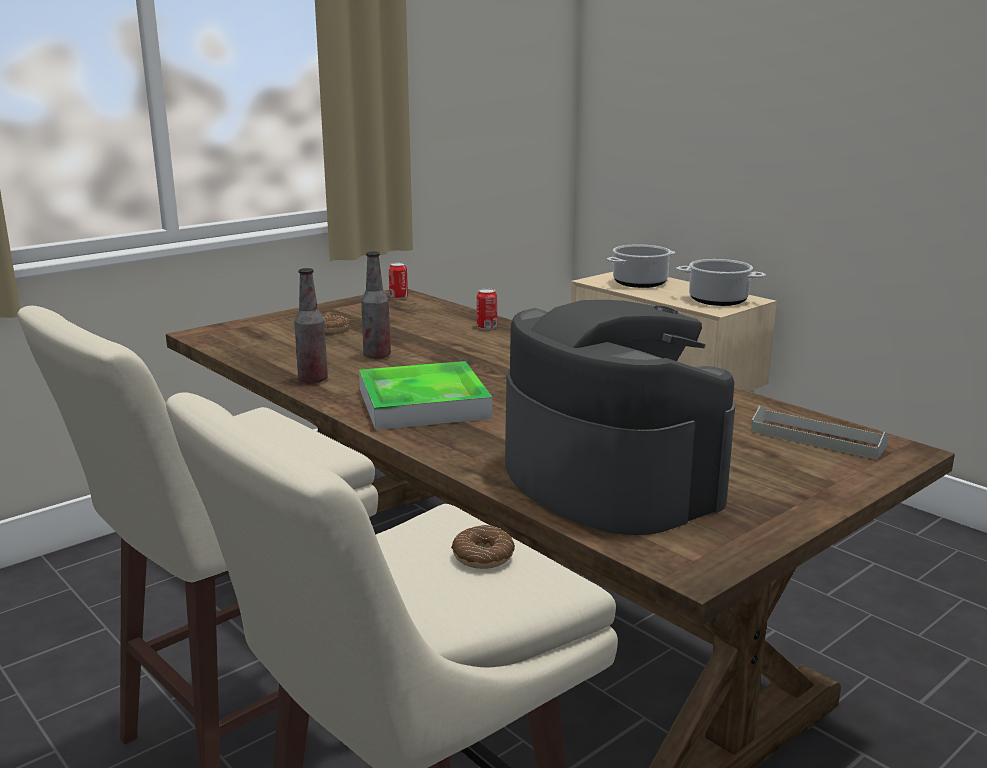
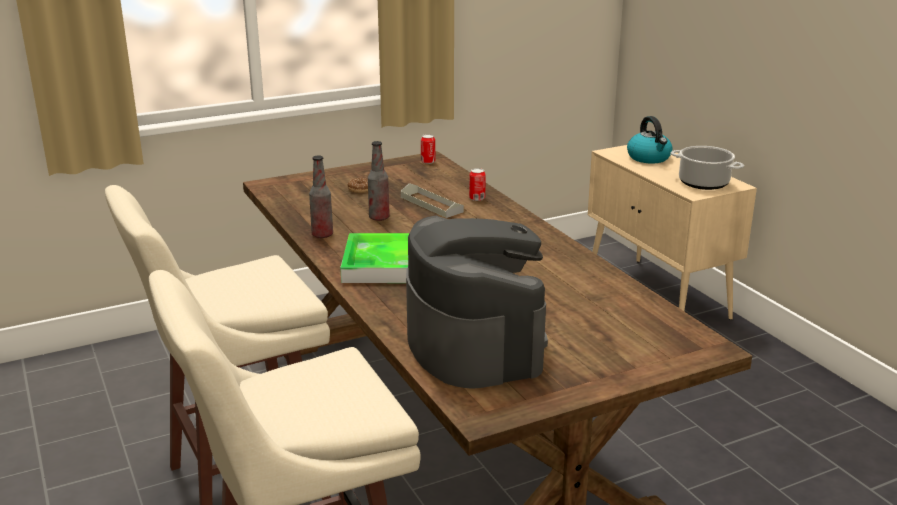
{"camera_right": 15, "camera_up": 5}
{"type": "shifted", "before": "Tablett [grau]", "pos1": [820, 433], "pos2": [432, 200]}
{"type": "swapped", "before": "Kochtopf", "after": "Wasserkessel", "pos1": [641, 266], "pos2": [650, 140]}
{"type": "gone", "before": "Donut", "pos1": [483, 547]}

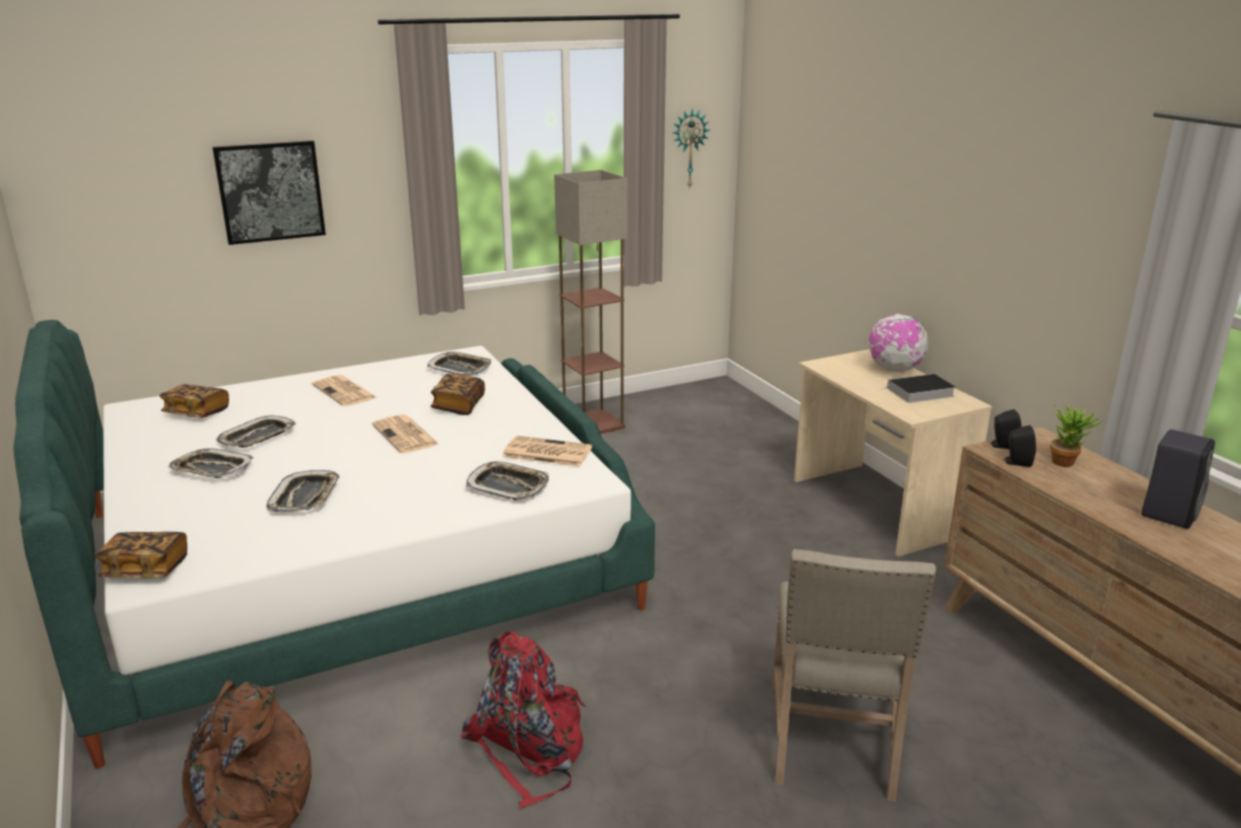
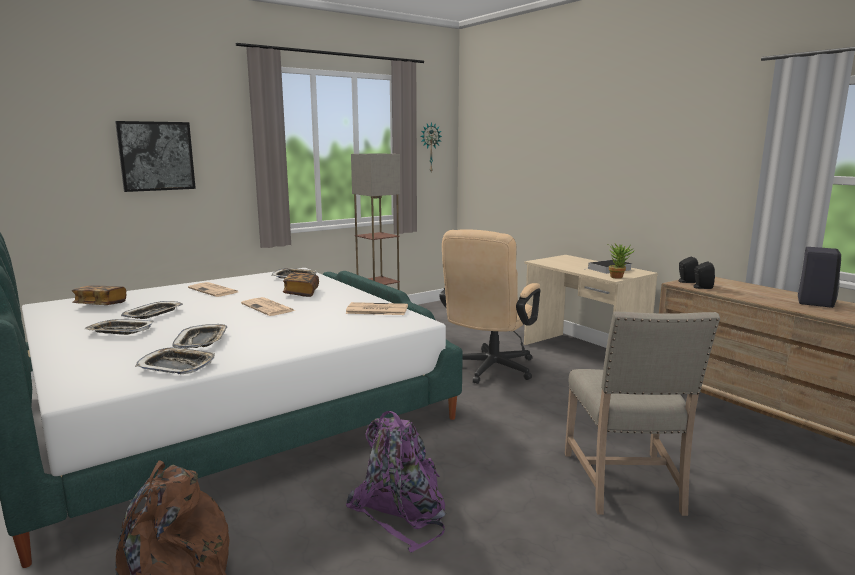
{"camera_right": -10, "camera_up": -10}
{"type": "shifted", "before": "Tablett", "pos1": [507, 481], "pos2": [175, 361]}
{"type": "repainted", "before": "Rucksack [rot]", "after": "Rucksack [lila]", "pos1": [523, 720], "pos2": [396, 481]}
{"type": "new", "after": "Bürostuhl [beige]", "pos2": [489, 306]}
{"type": "shifted", "before": "Topfpflanze", "pos1": [1076, 435], "pos2": [621, 261]}
{"type": "gone", "before": "Buch", "pos1": [141, 555]}
{"type": "gone", "before": "Globus", "pos1": [898, 343]}

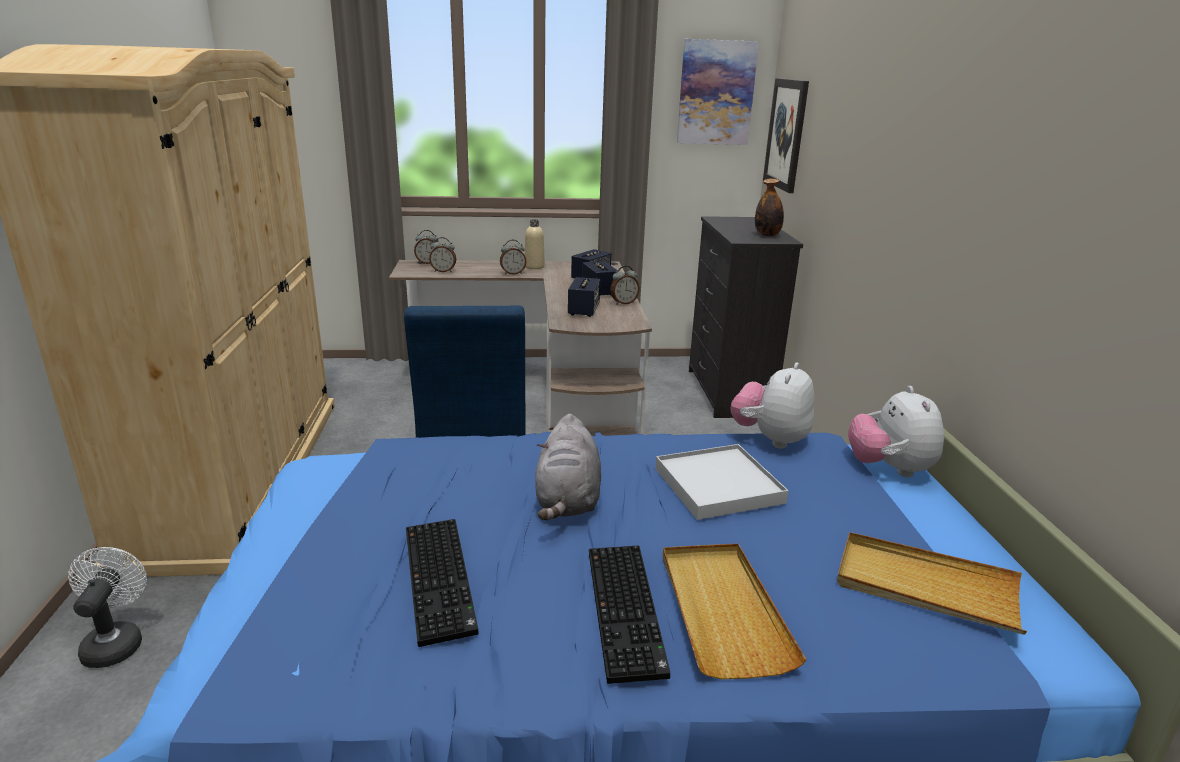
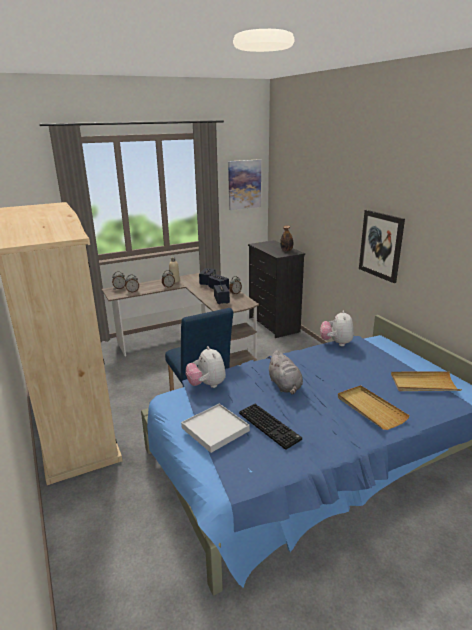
{"camera_right": -20, "camera_up": 0}
{"type": "shifted", "before": "Tablett [weiß]", "pos1": [722, 482], "pos2": [215, 428]}
{"type": "shifted", "before": "Plüschtier", "pos1": [896, 431], "pos2": [206, 367]}
{"type": "shifted", "before": "Bild", "pos1": [786, 135], "pos2": [382, 246]}
{"type": "gone", "before": "Ventilator [weiß]", "pos1": [107, 607]}
{"type": "gone", "before": "Tastatur", "pos1": [629, 615]}

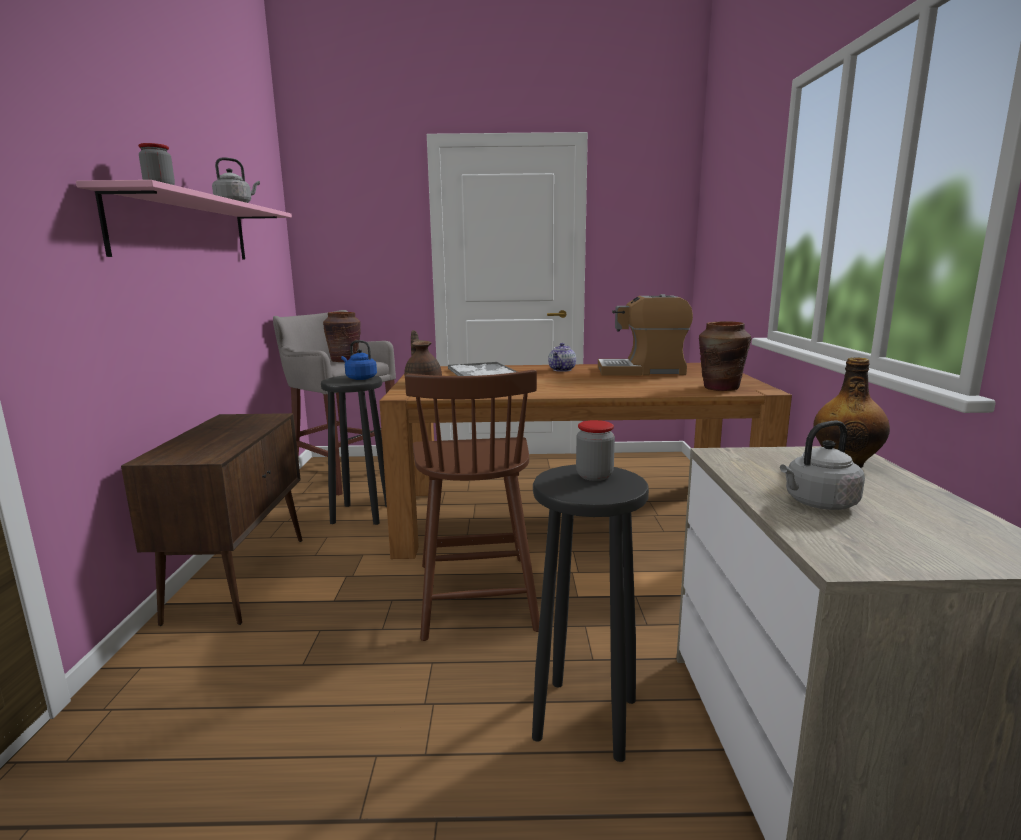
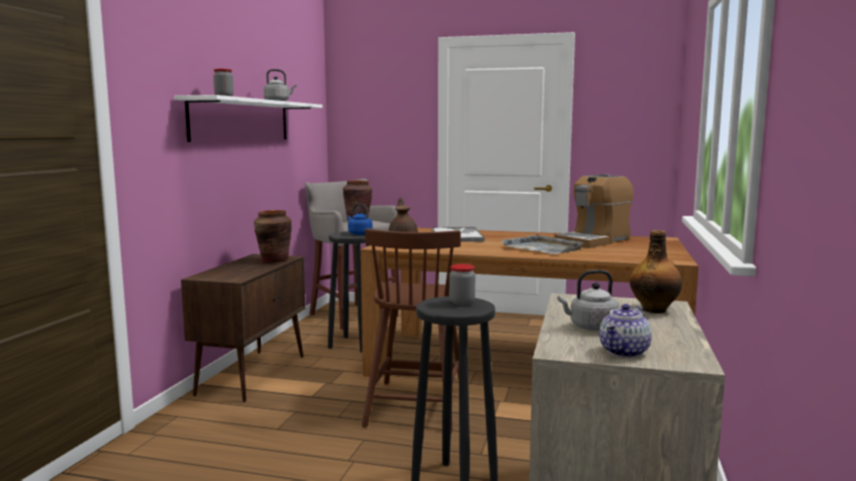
{"camera_right": 15, "camera_up": -5}
{"type": "repainted", "before": "Wandregal [rosa]", "after": "Wandregal [weiß]", "pos1": [184, 220], "pos2": [248, 118]}
{"type": "shifted", "before": "Vase [braun]", "pos1": [725, 356], "pos2": [273, 236]}
{"type": "new", "after": "Tablett [grau]", "pos2": [542, 244]}
{"type": "rotated", "before": "Kaffeemaschine", "pos1": [645, 335], "pos2": [594, 211], "turn": -60}
{"type": "shifted", "before": "Teekanne", "pos1": [562, 357], "pos2": [625, 331]}

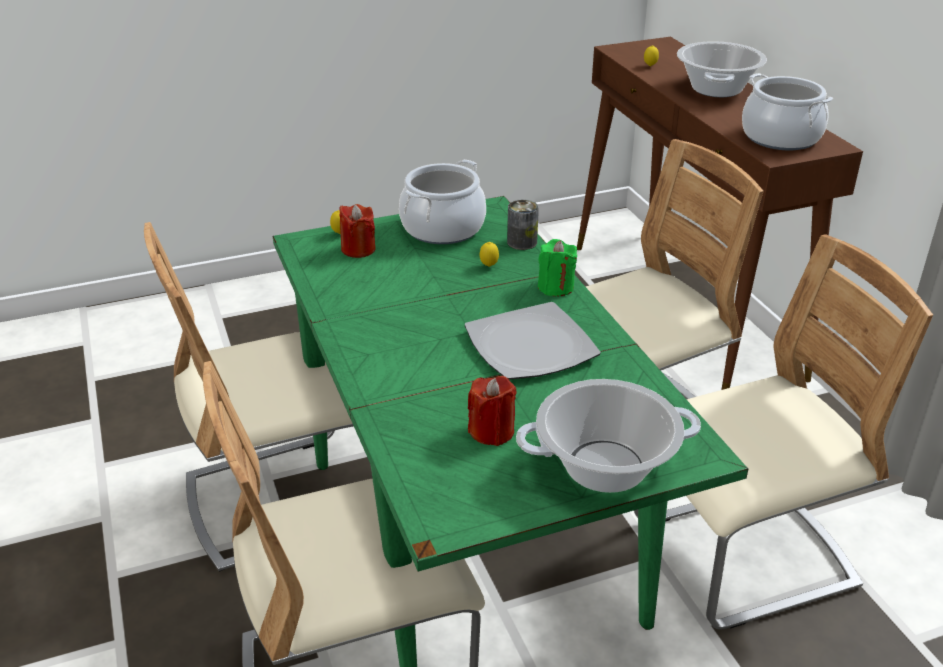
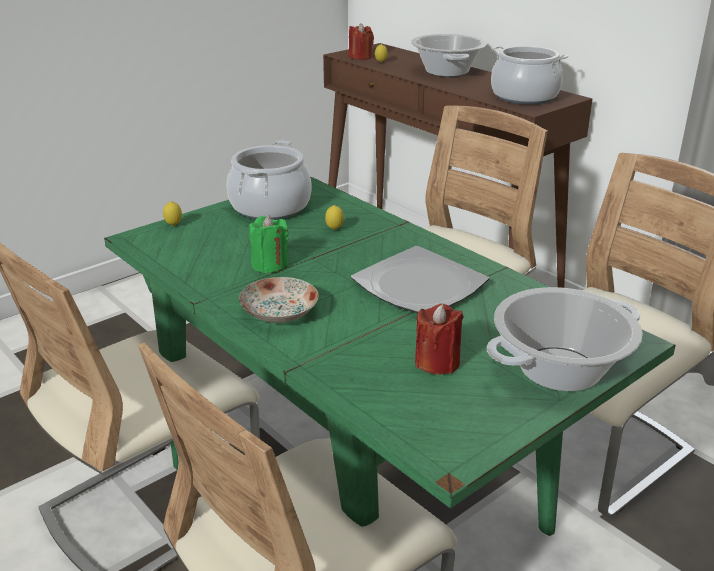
{"camera_right": -20, "camera_up": -5}
{"type": "new", "after": "Teller", "pos2": [279, 300]}
{"type": "shifted", "before": "Kerze [grün]", "pos1": [557, 267], "pos2": [269, 244]}
{"type": "shifted", "before": "Kerze [rot]", "pos1": [357, 231], "pos2": [361, 41]}
{"type": "gone", "before": "Dose", "pos1": [523, 224]}

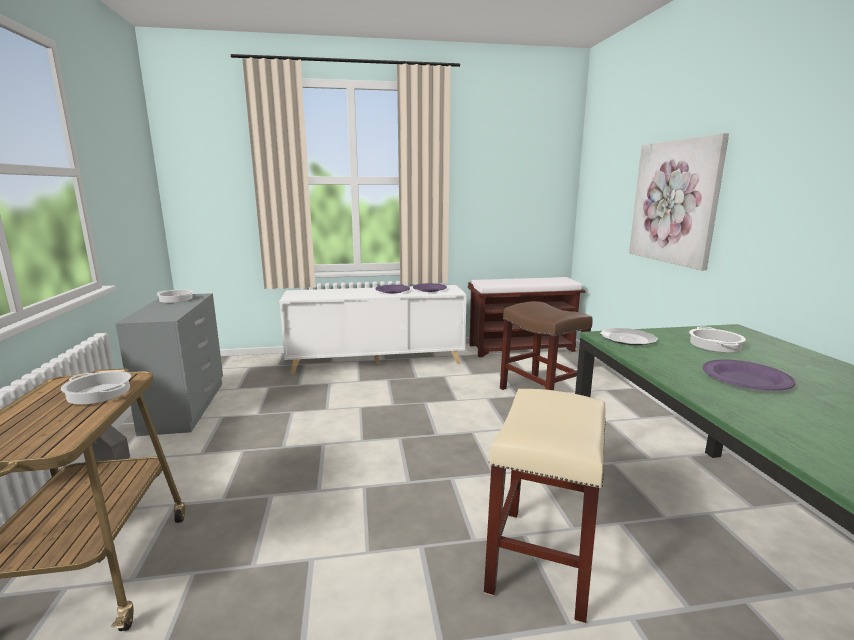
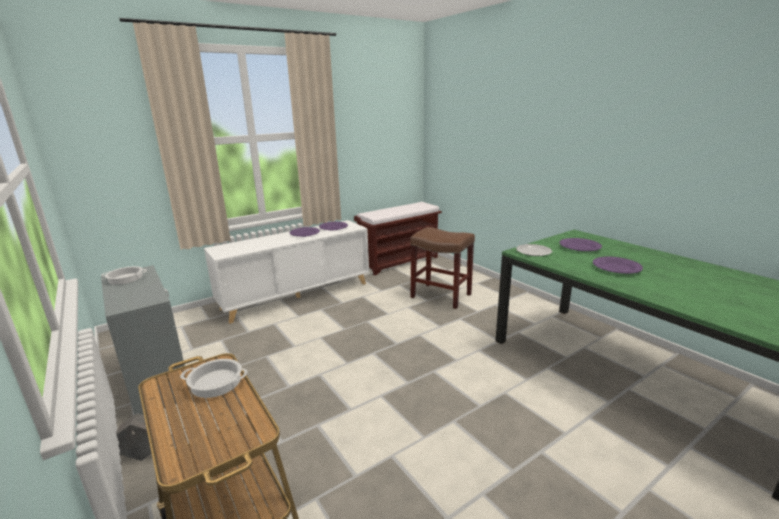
{"camera_right": -25, "camera_up": 5}
{"type": "swapped", "before": "Kochtopf", "after": "Teller [lila]", "pos1": [717, 339], "pos2": [580, 244]}
{"type": "gone", "before": "Hocker [beige]", "pos1": [545, 506]}
{"type": "gone", "before": "Bild", "pos1": [679, 201]}

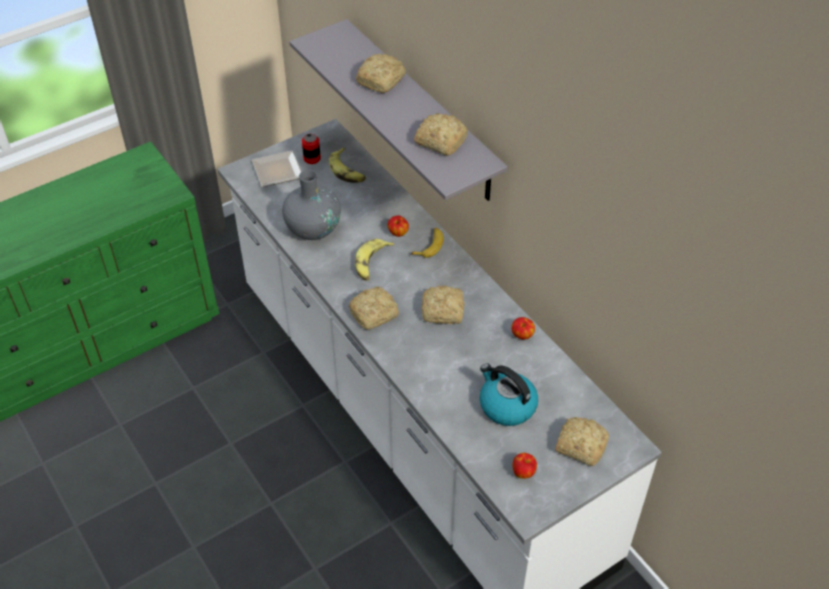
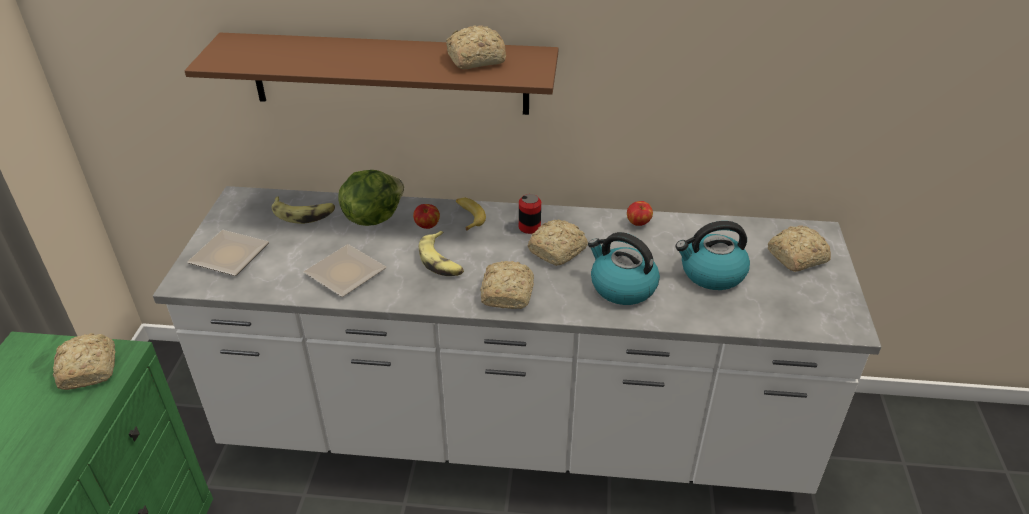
{"camera_right": -50, "camera_up": -10}
{"type": "shifted", "before": "Brot", "pos1": [381, 73], "pos2": [84, 361]}
{"type": "repainted", "before": "Wandregal [grau]", "after": "Wandregal [braun]", "pos1": [398, 110], "pos2": [371, 74]}
{"type": "swapped", "before": "Vase [grau]", "after": "Teller", "pos1": [311, 205], "pos2": [344, 270]}
{"type": "new", "after": "Salatkopf", "pos2": [371, 198]}
{"type": "shifted", "before": "Dose", "pos1": [311, 149], "pos2": [530, 214]}
{"type": "new", "after": "Wasserkessel", "pos2": [624, 268]}
{"type": "gone", "before": "Apfel", "pos1": [524, 466]}

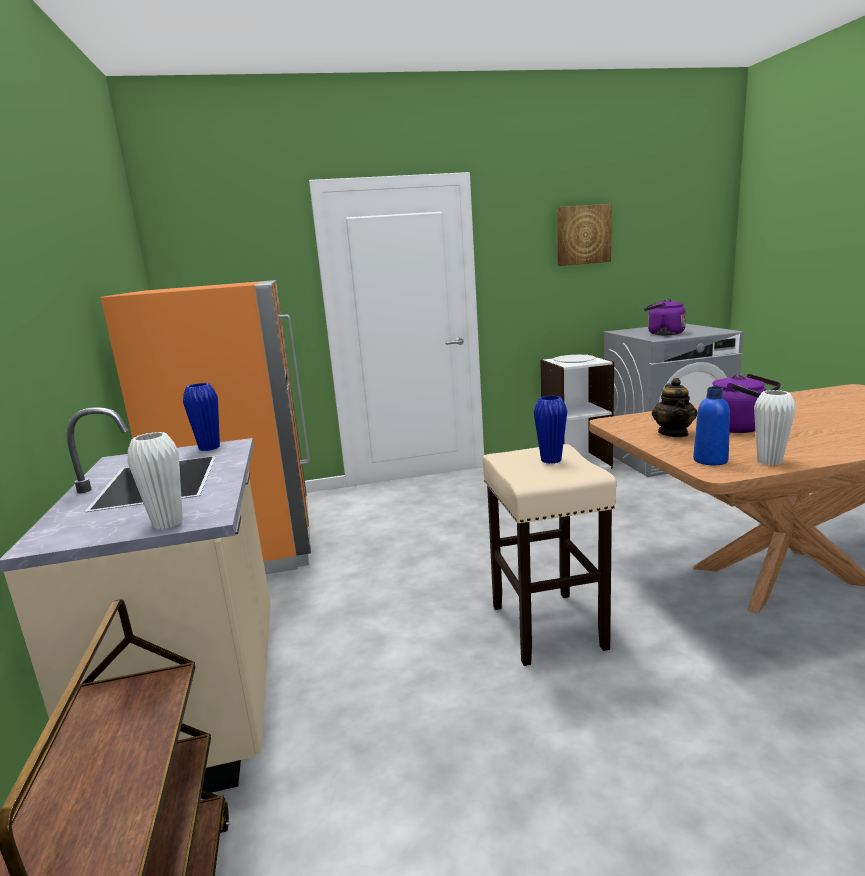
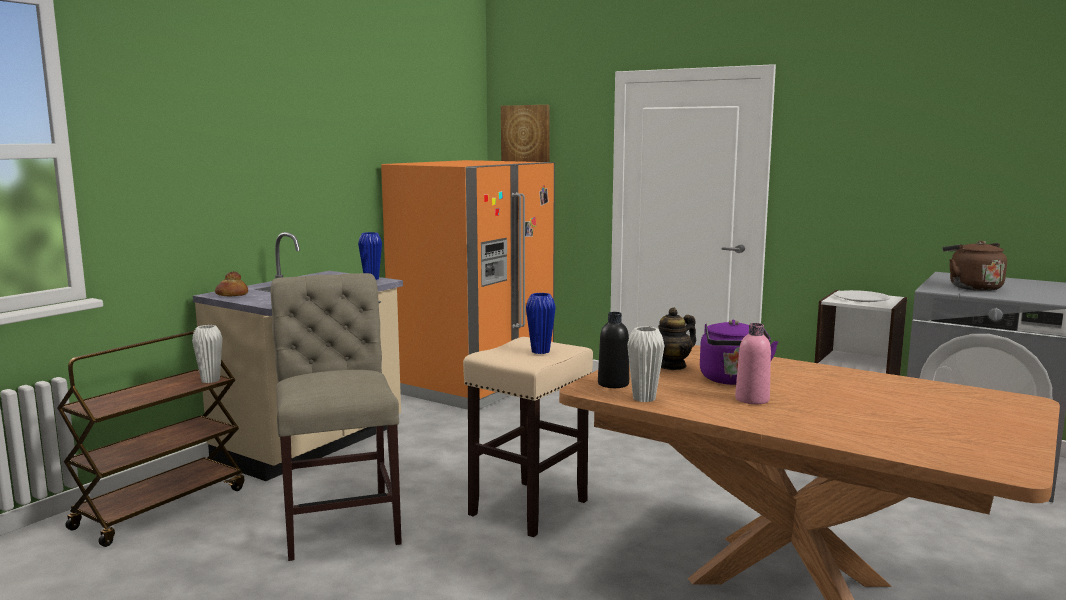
{"camera_right": 45, "camera_up": -5}
{"type": "shifted", "before": "Vase [weiß]", "pos1": [155, 480], "pos2": [207, 354]}
{"type": "new", "after": "Brot", "pos2": [231, 283]}
{"type": "new", "after": "Stuhl [beige]", "pos2": [336, 417]}
{"type": "shifted", "before": "Bild", "pos1": [584, 235], "pos2": [525, 133]}
{"type": "repainted", "before": "Flasche [blau]", "after": "Flasche [schwarz]", "pos1": [711, 426], "pos2": [613, 350]}
{"type": "new", "after": "Flasche [rosa]", "pos2": [753, 363]}
{"type": "repainted", "before": "Wasserkessel [lila]", "after": "Wasserkessel [braun]", "pos1": [665, 317], "pos2": [975, 266]}

